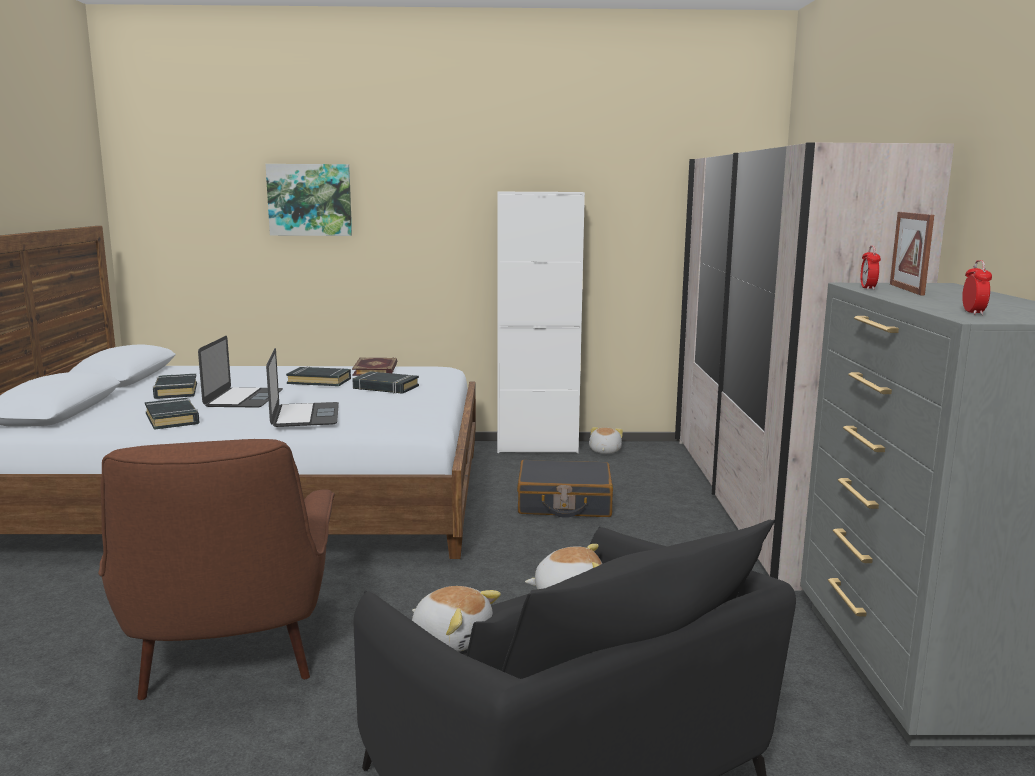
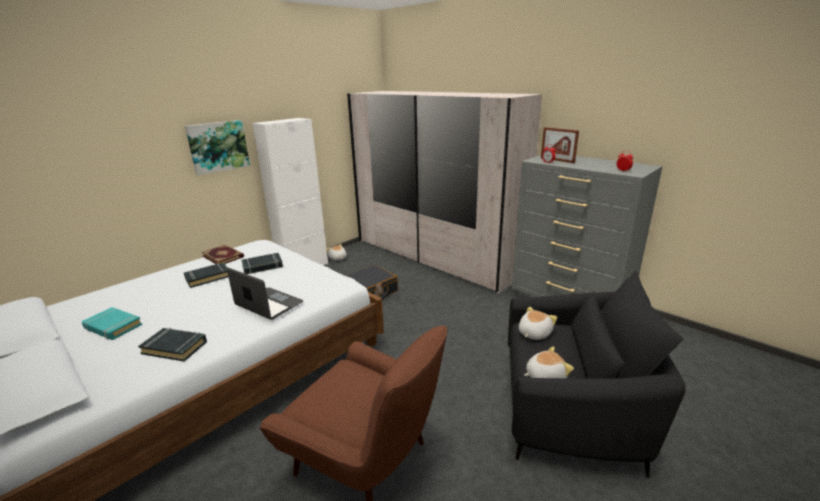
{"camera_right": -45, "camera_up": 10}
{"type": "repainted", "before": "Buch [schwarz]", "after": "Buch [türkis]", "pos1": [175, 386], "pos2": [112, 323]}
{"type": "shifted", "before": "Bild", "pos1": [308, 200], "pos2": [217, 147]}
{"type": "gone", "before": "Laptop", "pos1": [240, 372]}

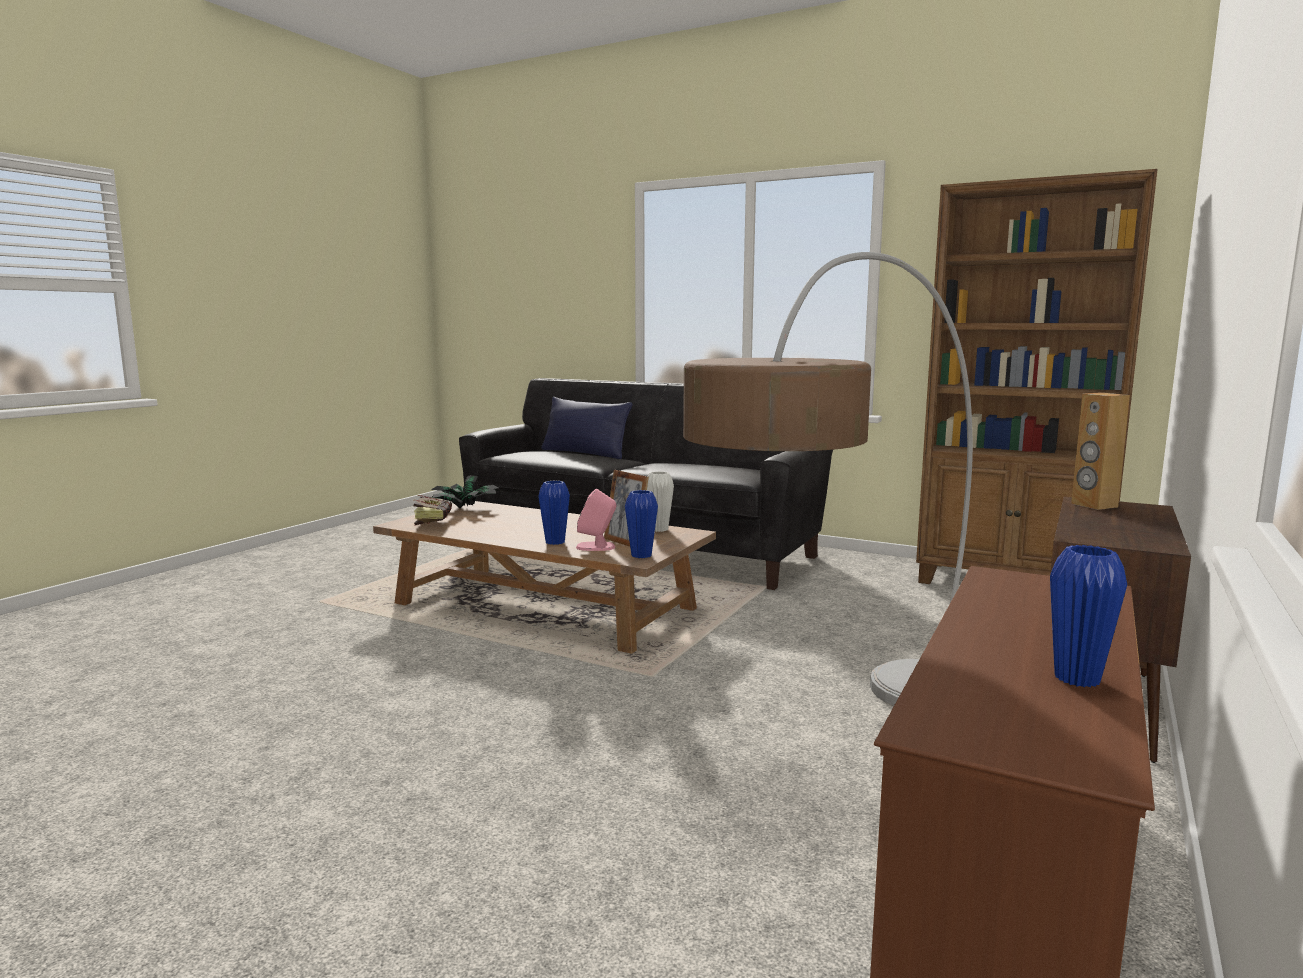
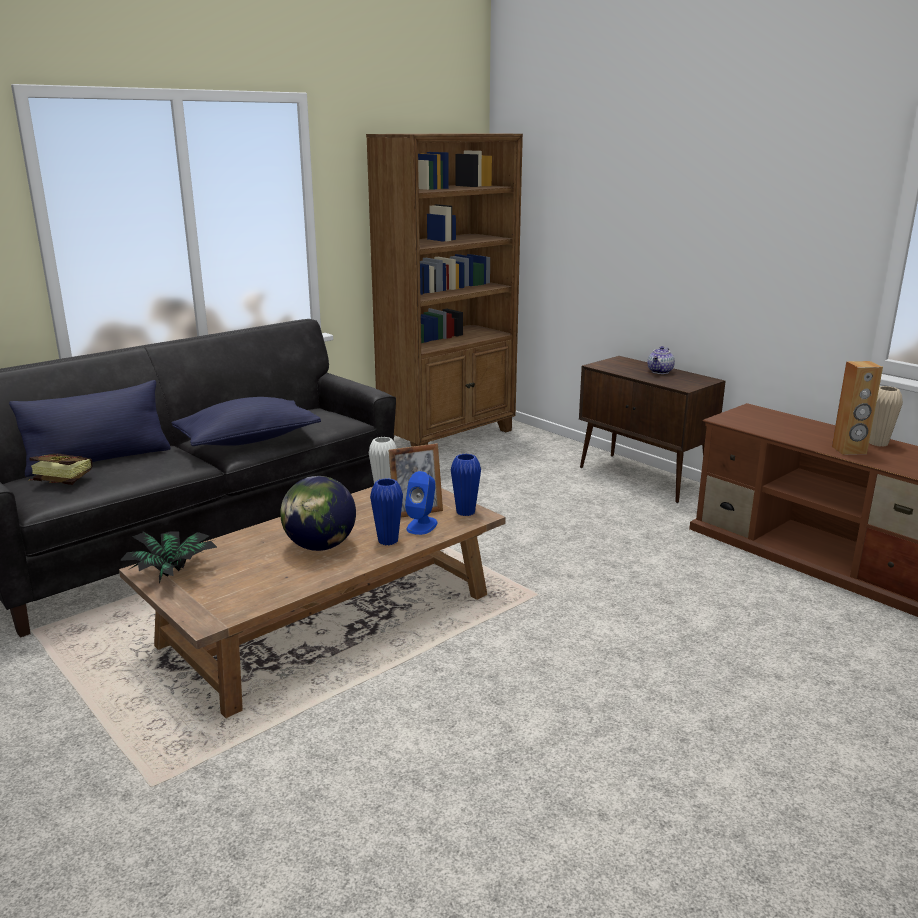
{"camera_right": -70, "camera_up": 10}
{"type": "shifted", "before": "Buch", "pos1": [432, 510], "pos2": [60, 469]}
{"type": "new", "after": "Kissen [blau]", "pos2": [246, 421]}
{"type": "new", "after": "Globus", "pos2": [318, 513]}
{"type": "repainted", "before": "Lautsprecher [rosa]", "after": "Lautsprecher [blau]", "pos1": [596, 520], "pos2": [421, 503]}
{"type": "new", "after": "Teekanne", "pos2": [661, 360]}
{"type": "shifted", "before": "Lautsprecher [braun]", "pos1": [1100, 451], "pos2": [857, 408]}
{"type": "repainted", "before": "Vase [blau]", "after": "Vase [beige]", "pos1": [1088, 616], "pos2": [886, 416]}
{"type": "gone", "before": "Stehlampe", "pos1": [828, 479]}

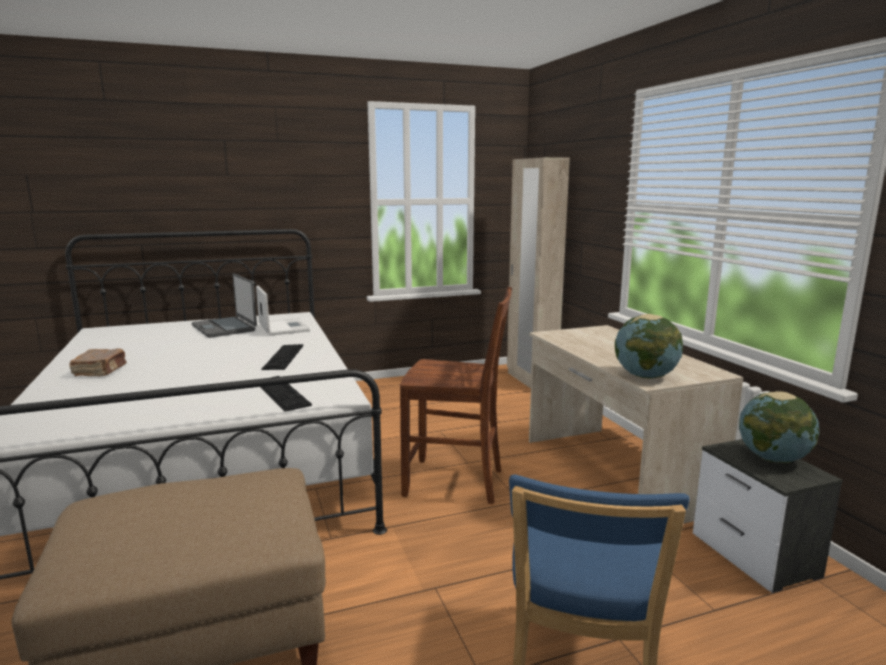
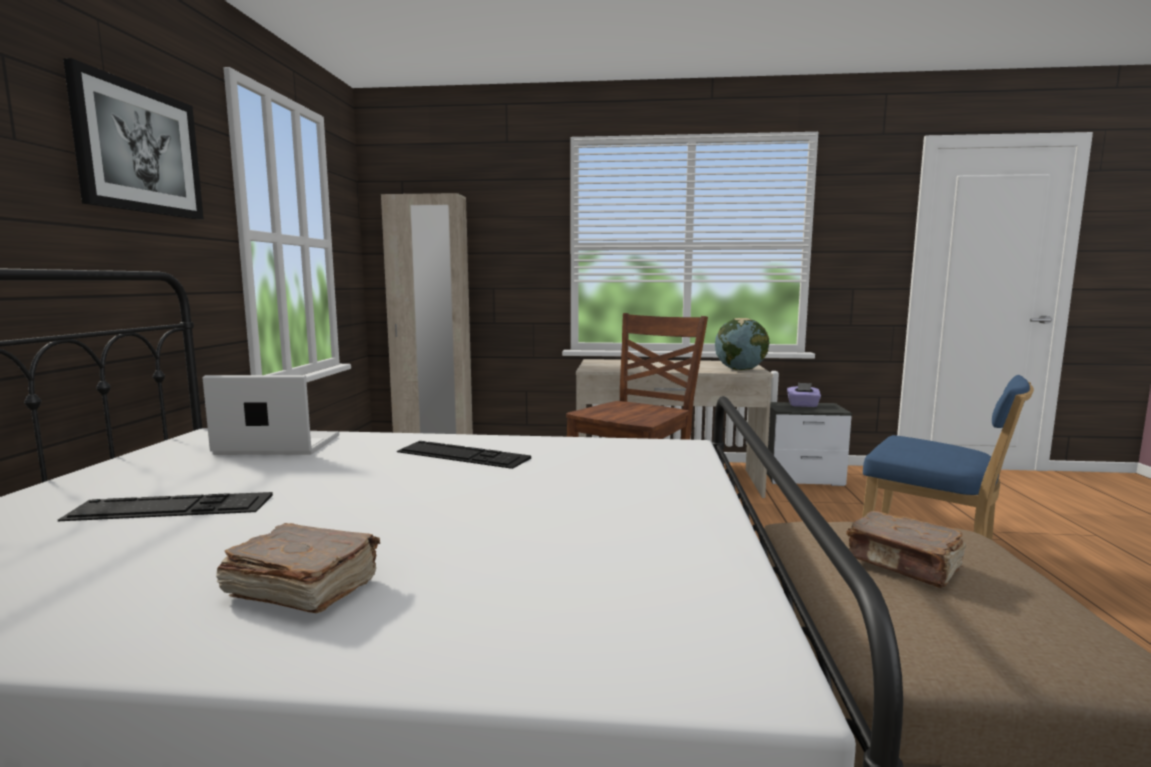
{"camera_right": -65, "camera_up": -5}
{"type": "shifted", "before": "Tastatur", "pos1": [286, 393], "pos2": [165, 506]}
{"type": "new", "after": "Bild", "pos2": [133, 139]}
{"type": "swapped", "before": "Globus", "after": "Taschentuchbox [lila]", "pos1": [779, 427], "pos2": [804, 395]}
{"type": "new", "after": "Buch [braun]", "pos2": [906, 549]}
{"type": "gone", "before": "Laptop", "pos1": [224, 305]}

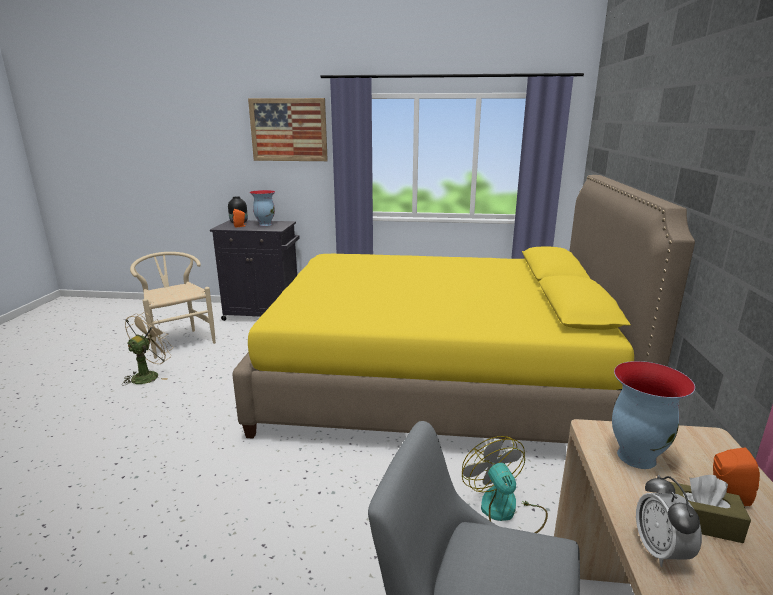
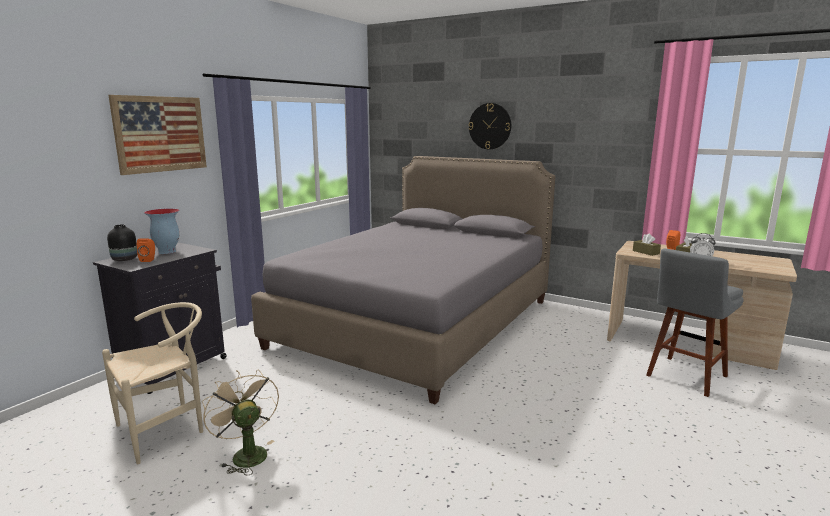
{"camera_right": -65, "camera_up": -5}
{"type": "rotated", "before": "Stuhl [beige]", "pos1": [173, 305], "pos2": [152, 383], "turn": 150}
{"type": "repainted", "before": "Bett [gelb]", "after": "Bett [grau]", "pos1": [463, 309], "pos2": [403, 280]}
{"type": "new", "after": "Wanduhr", "pos2": [490, 126]}
{"type": "swapped", "before": "Vase", "after": "Taschentuchbox [braun]", "pos1": [653, 415], "pos2": [647, 244]}
{"type": "gone", "before": "Ventilator", "pos1": [505, 484]}

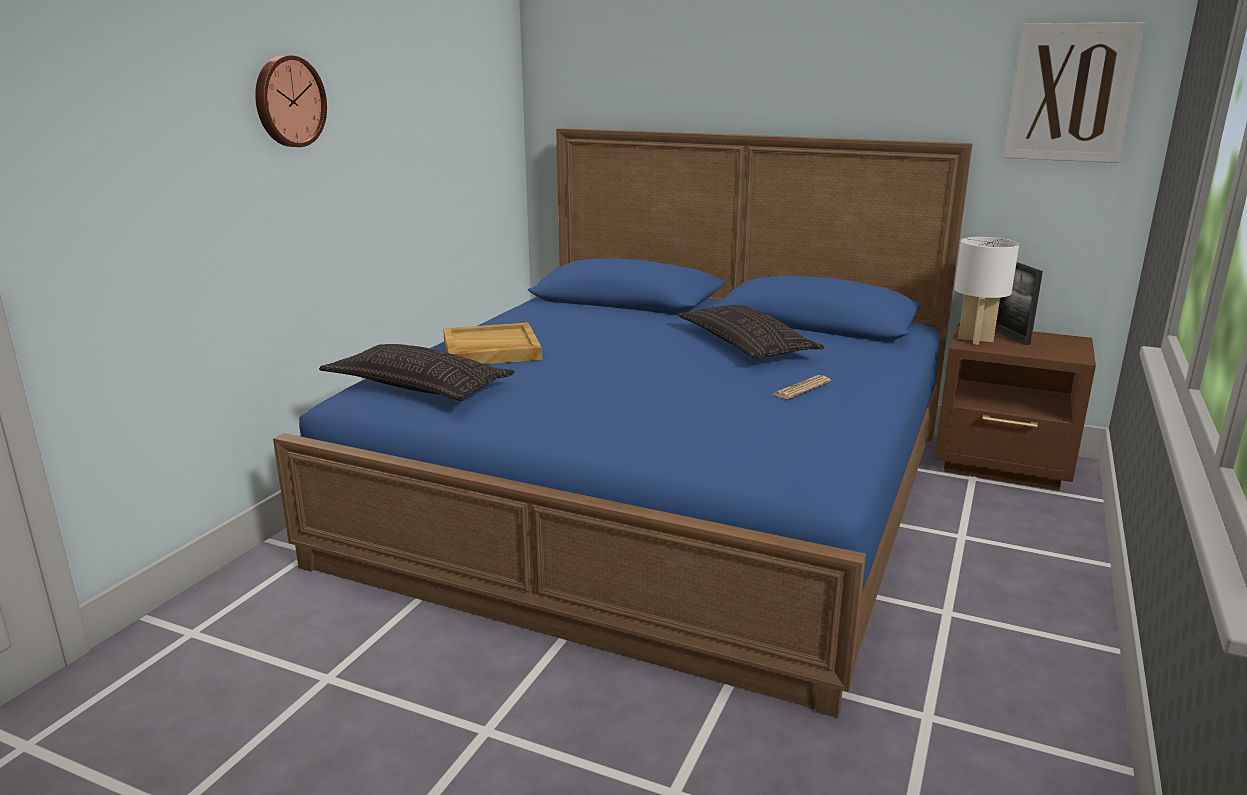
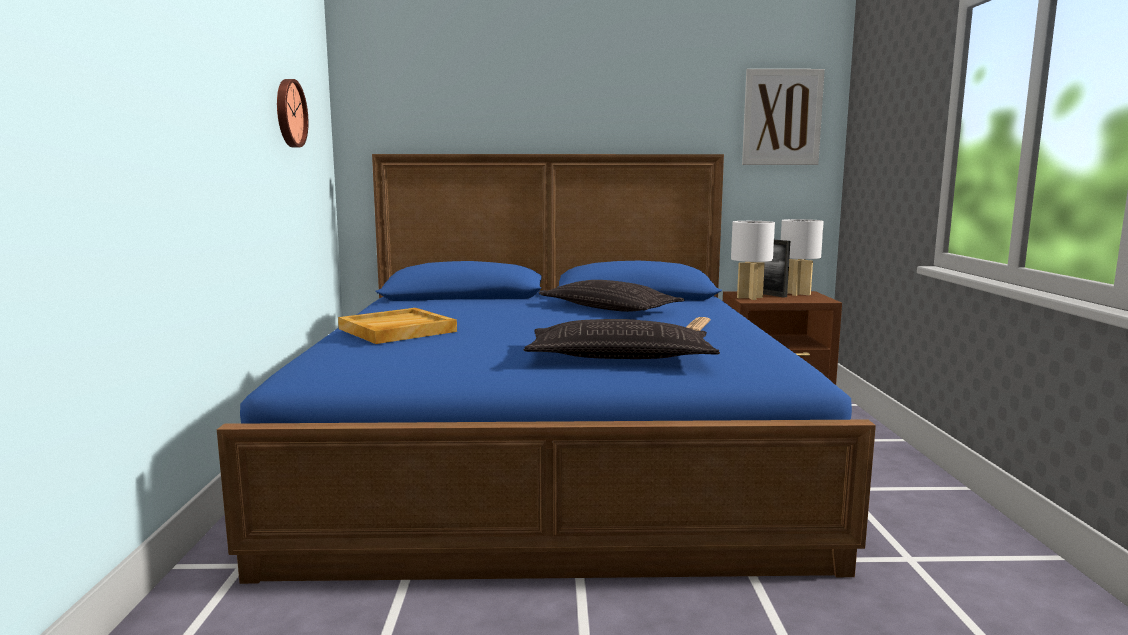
{"camera_right": -25, "camera_up": -10}
{"type": "shifted", "before": "Wanduhr", "pos1": [291, 101], "pos2": [292, 113]}
{"type": "shifted", "before": "Kissen", "pos1": [417, 372], "pos2": [621, 339]}
{"type": "new", "after": "Tischlampe [weiß]", "pos2": [802, 257]}

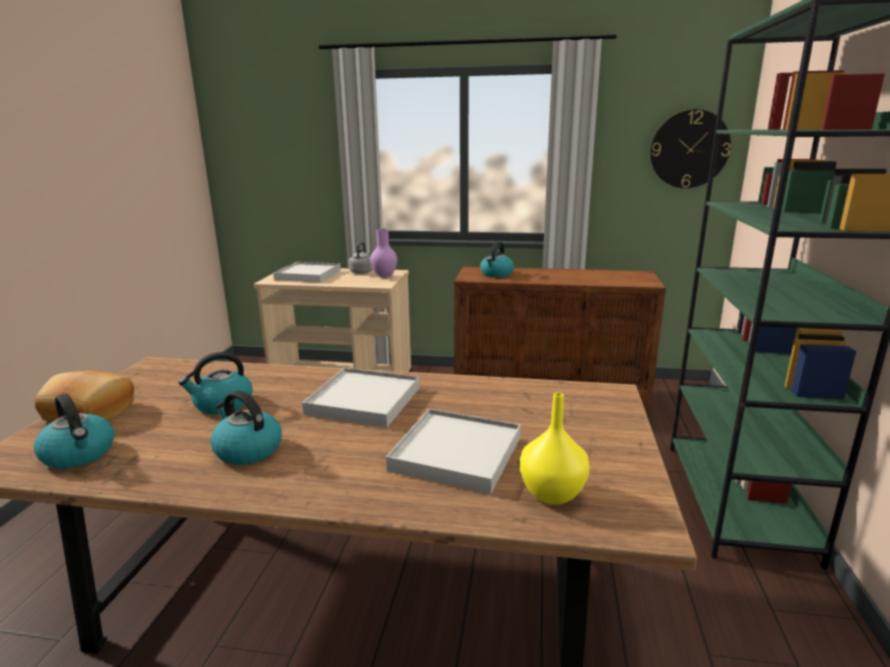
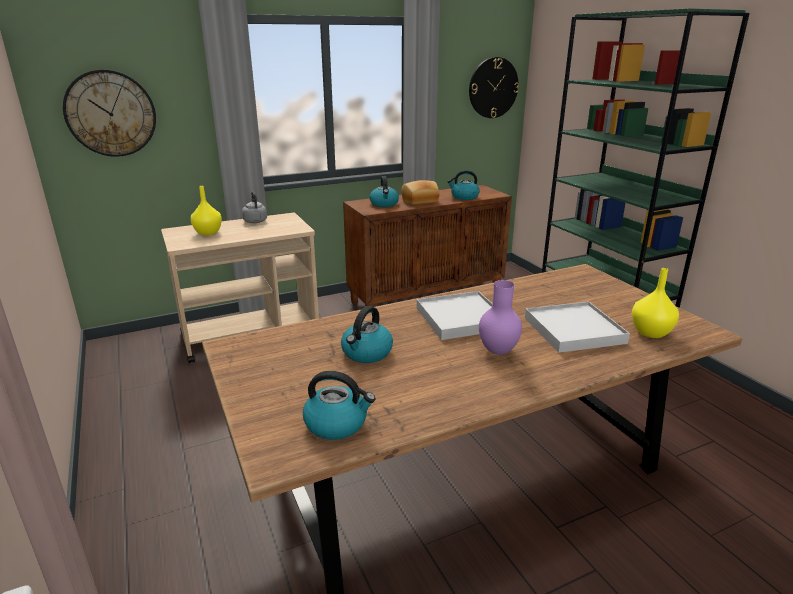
{"camera_right": -35, "camera_up": 5}
{"type": "new", "after": "Wanduhr", "pos2": [109, 113]}
{"type": "swapped", "before": "Tablett [weiß]", "after": "Vase [gelb]", "pos1": [307, 272], "pos2": [206, 211]}
{"type": "shifted", "before": "Brot", "pos1": [84, 396], "pos2": [420, 192]}
{"type": "shifted", "before": "Wasserkessel", "pos1": [246, 427], "pos2": [463, 185]}
{"type": "shifted", "before": "Vase [lila]", "pos1": [383, 253], "pos2": [500, 317]}

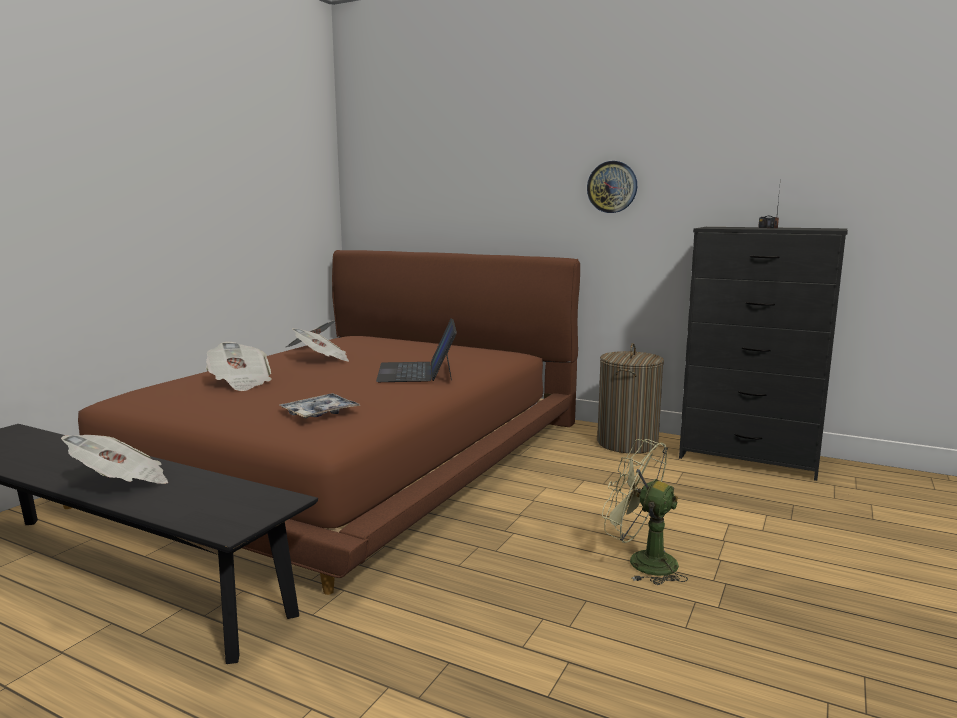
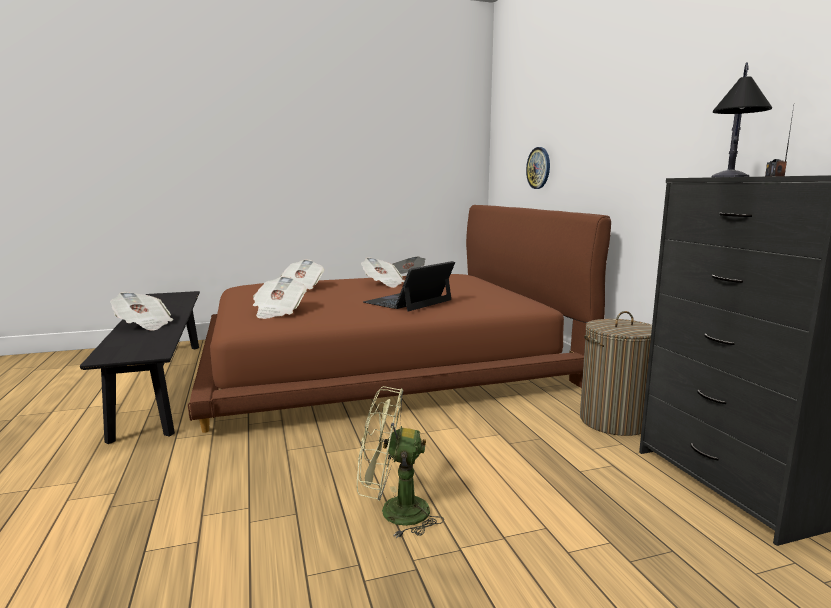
{"camera_right": 45, "camera_up": 0}
{"type": "swapped", "before": "Tablett", "after": "Zeitung", "pos1": [320, 406], "pos2": [280, 297]}
{"type": "rotated", "before": "Ventilator [grün]", "pos1": [645, 512], "pos2": [400, 462], "turn": -75}
{"type": "shifted", "before": "Wanduhr", "pos1": [612, 187], "pos2": [538, 168]}
{"type": "new", "after": "Tischlampe", "pos2": [742, 119]}

